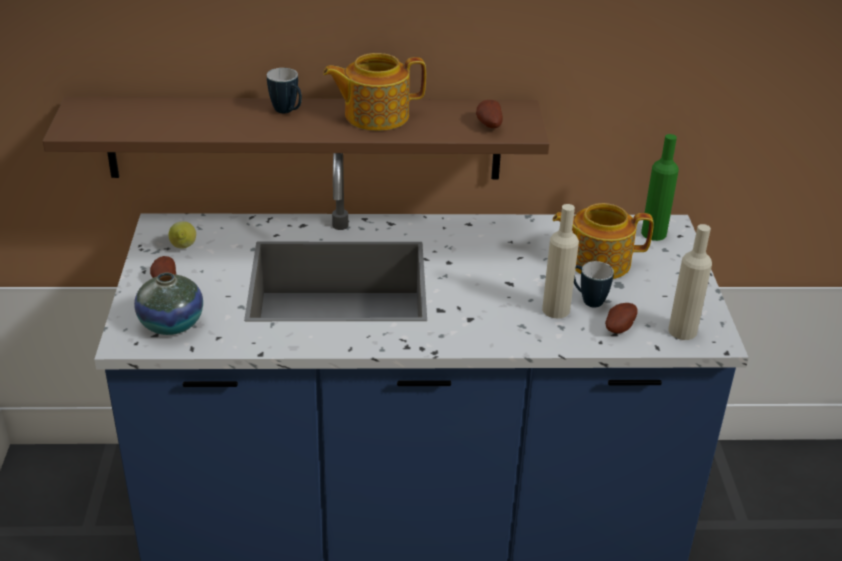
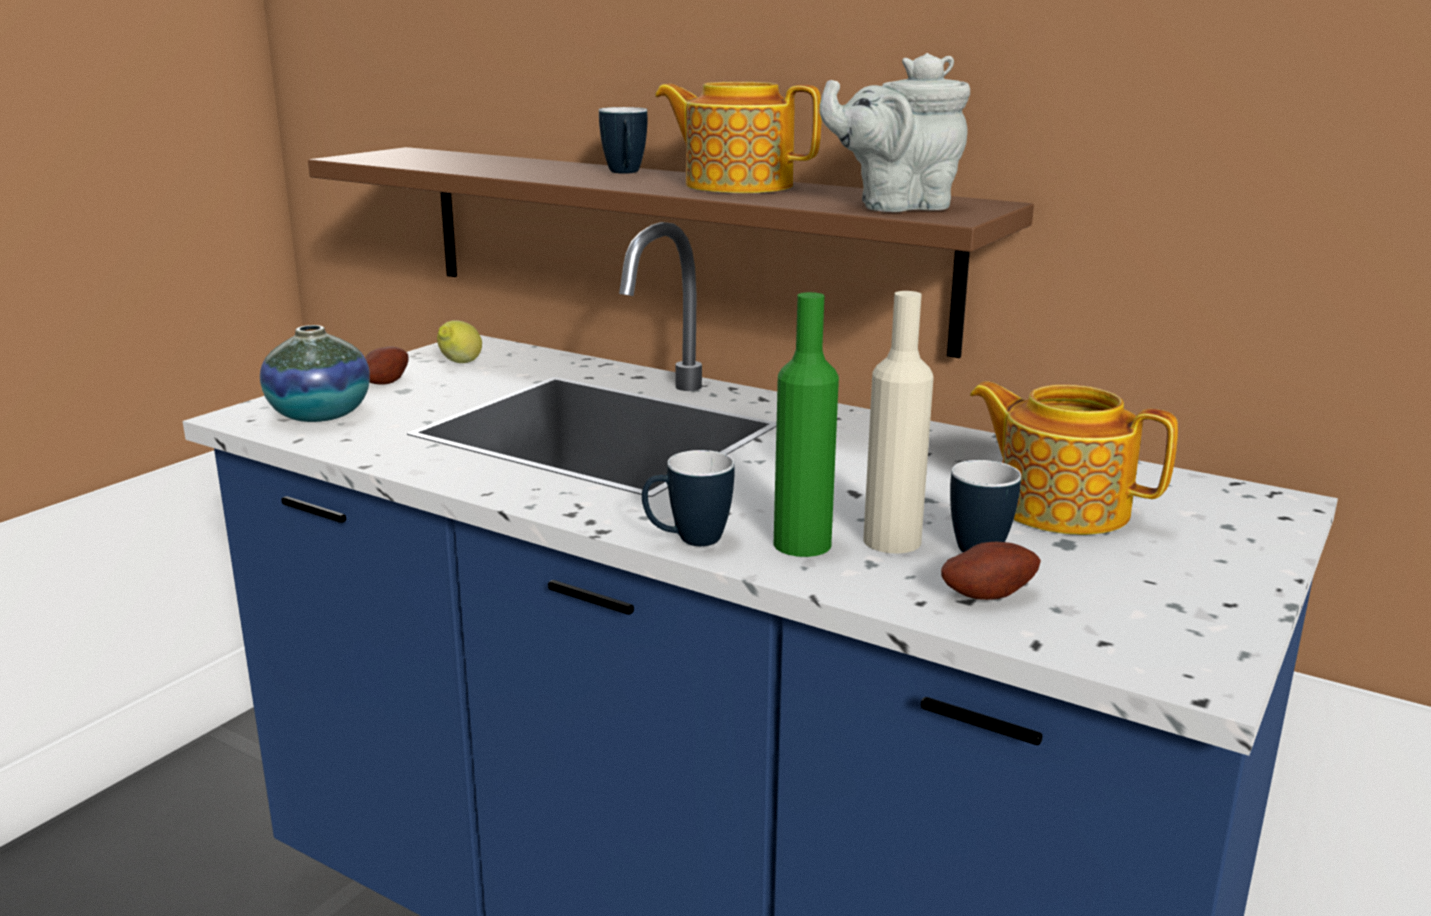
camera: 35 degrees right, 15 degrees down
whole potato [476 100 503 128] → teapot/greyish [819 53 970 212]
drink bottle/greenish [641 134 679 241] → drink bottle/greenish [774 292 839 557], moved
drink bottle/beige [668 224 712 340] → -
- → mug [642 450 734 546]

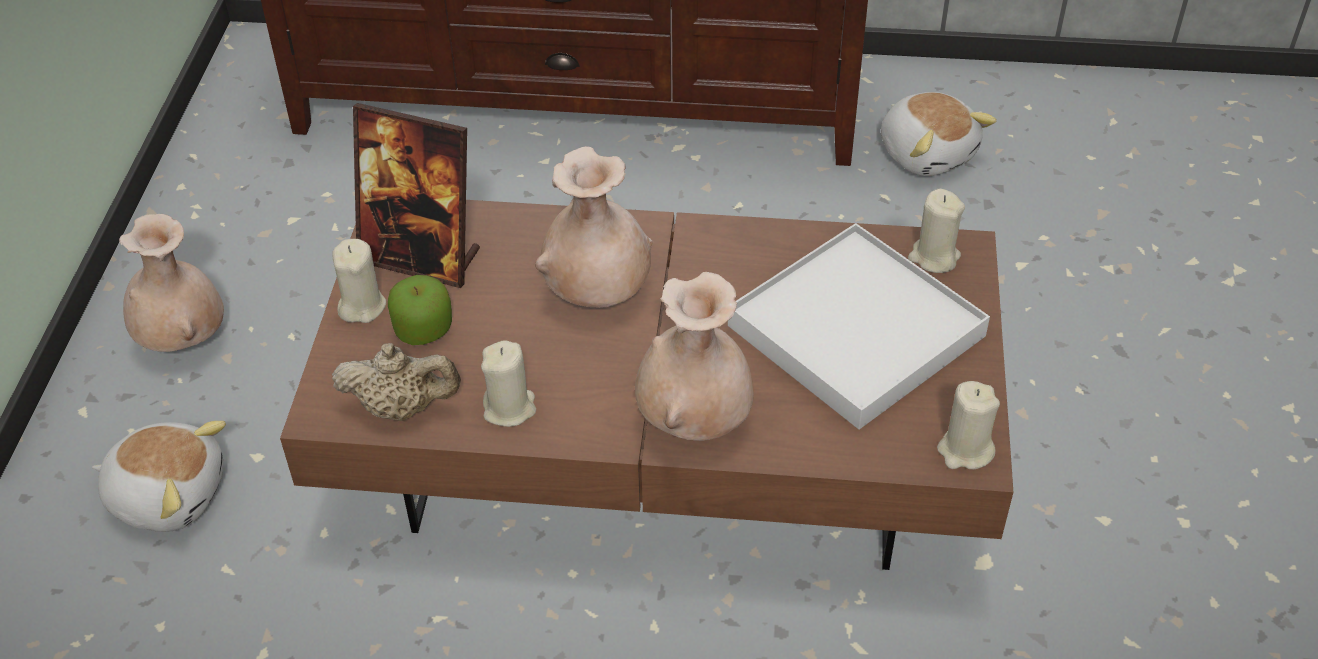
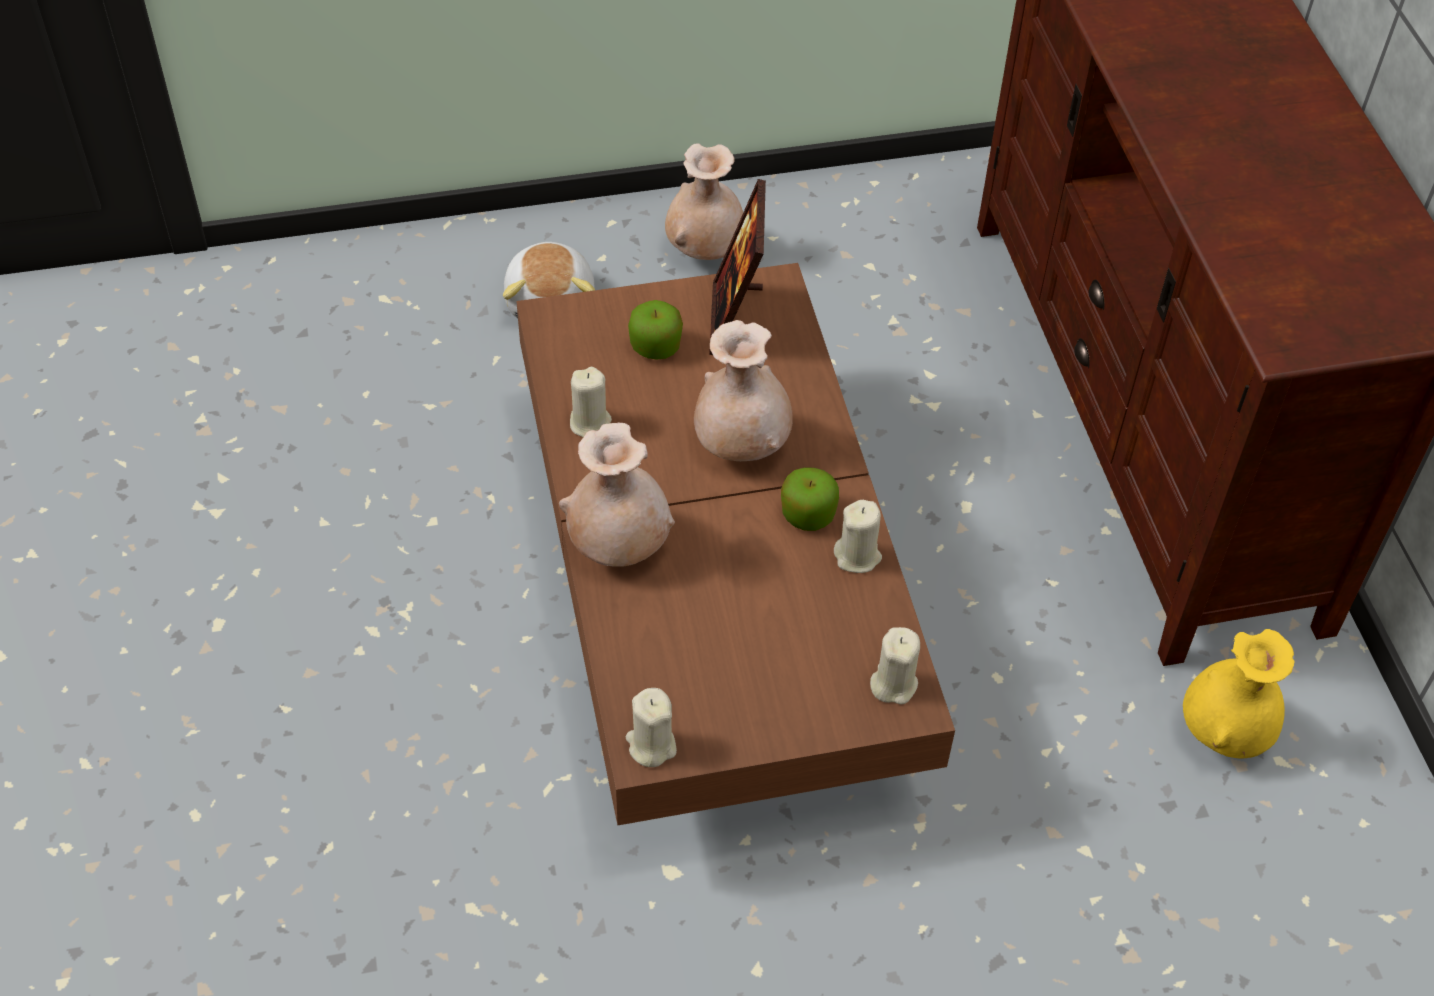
camera: 70 degrees right, 5 degrees up
soft toy [881 92 997 176] → flower vase/yellow [1183 629 1295 759]
tray/white-coloured [728 223 990 429] → -
wax candle/beige [333 239 386 323] → wax candle/beige [834 500 882 573], moved
teapot/beige [332 343 461 421] → -
- → apple [781 467 839 531]

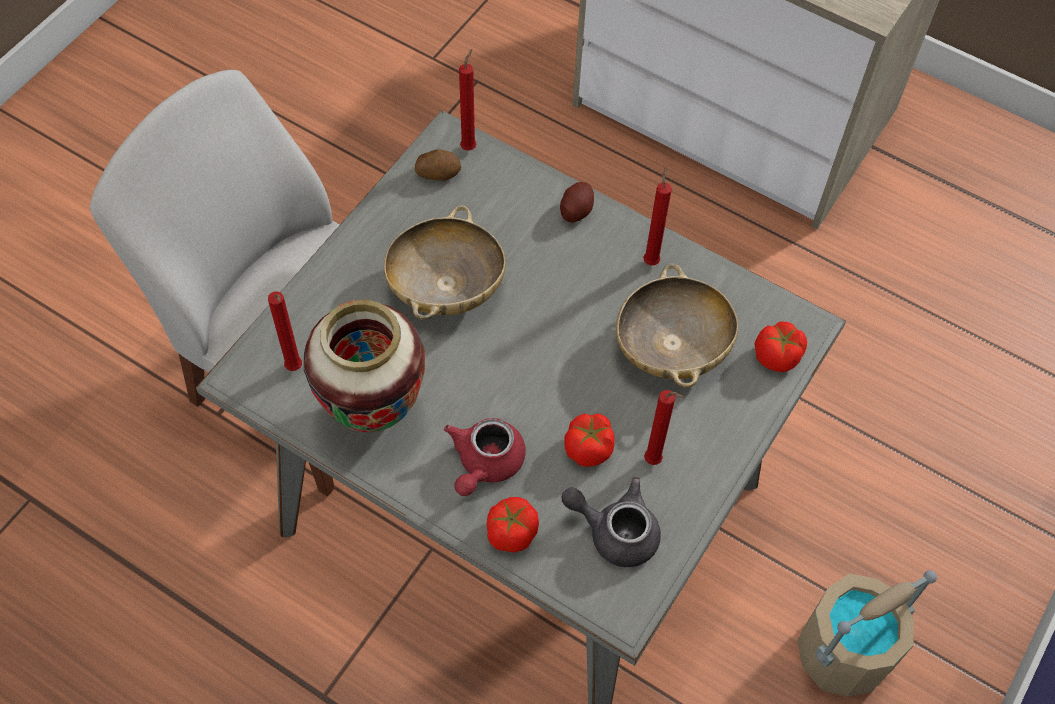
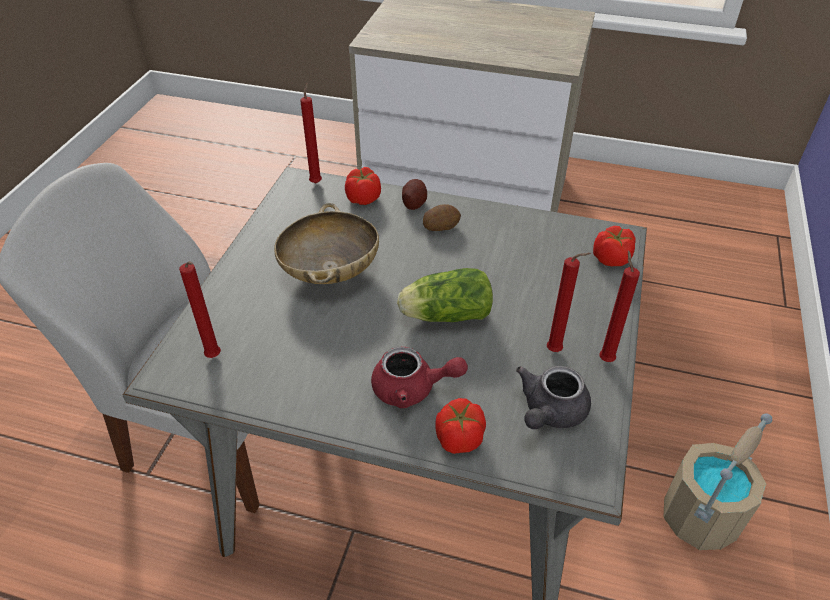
camera: 15 degrees left, 15 degrees down
whole potato [415 150 461 181] → whole potato [423 204 461 231], moved
wax candle/red [643 167 672 265] → wax candle/red [599 250 640 362], moved
deep dish/beige [616 264 739 388] → -
flower vase [304 299 425 432] → -
tomato [564 413 615 467] → tomato [345 167 381 205], moved
teapot/red [444 418 526 496] → teapot/red [371 347 468 408], 90 degrees counterclockwise
teapot/greyish [562 477 661 567] → teapot/greyish [516 366 591 429], 60 degrees counterclockwise
- → lettuce head [397 268 493 322]

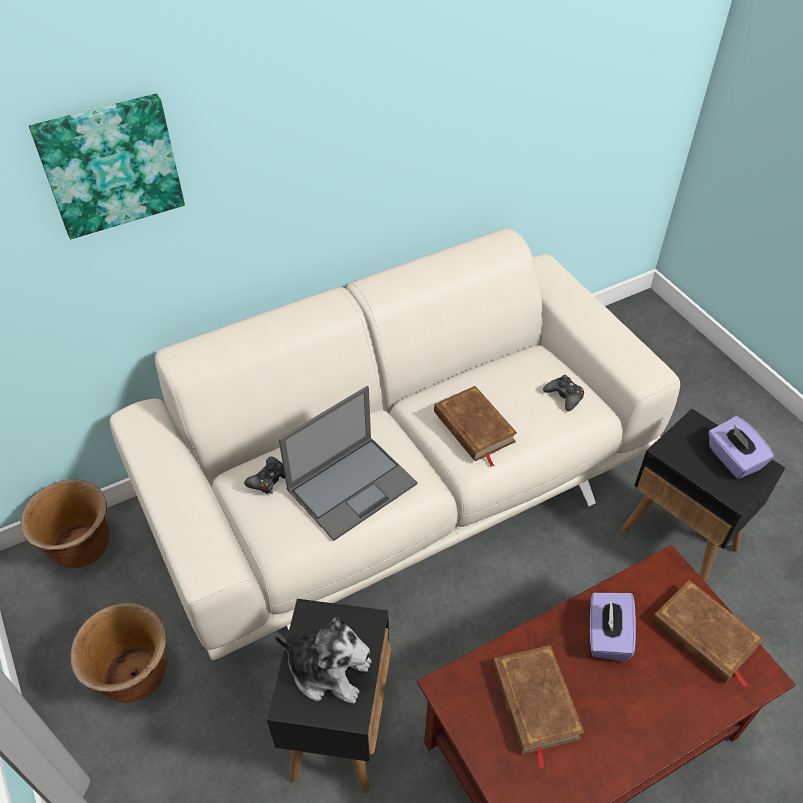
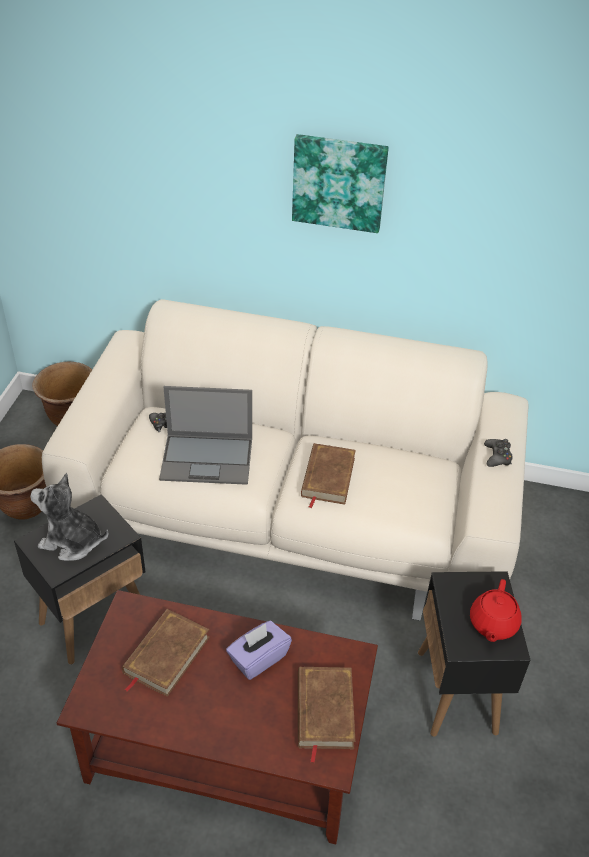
camera: 40 degrees right, 5 degrees down
picture [29 94 185 239] → picture [292 134 389 233], moved
joypad/blackish [543 375 584 411] → joypad/blackish [484 439 512 467], moved
box of tissues/purple-coloured [708 416 774 479] → teapot/red [470 579 521 642]
soft toy [274 617 371 704] → soft toy [30 473 109 560], 135 degrees clockwise

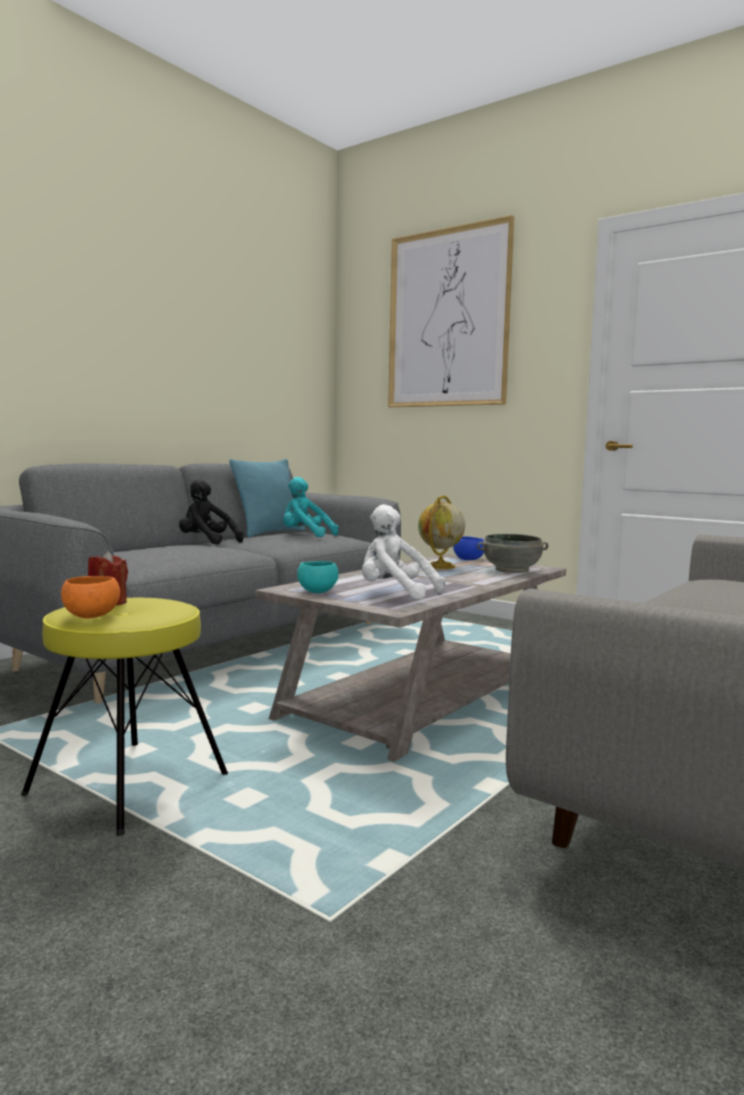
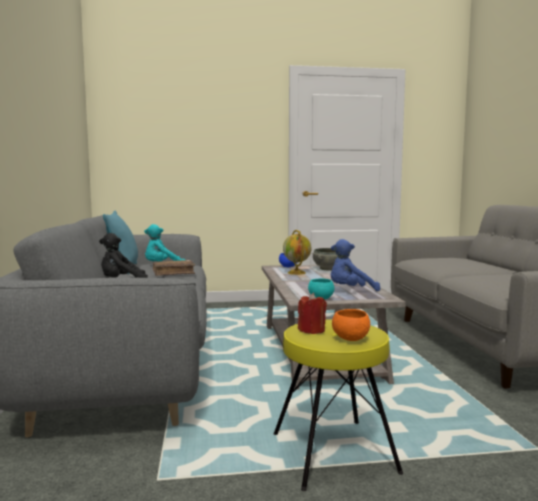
camera: 45 degrees left, 0 degrees up
picture [388 215 514 407] → -
soft toy/white-coloured [362 504 445 600] → soft toy/blue-coloured [330 239 380 291]
- → volume/brownish [153 260 195 276]

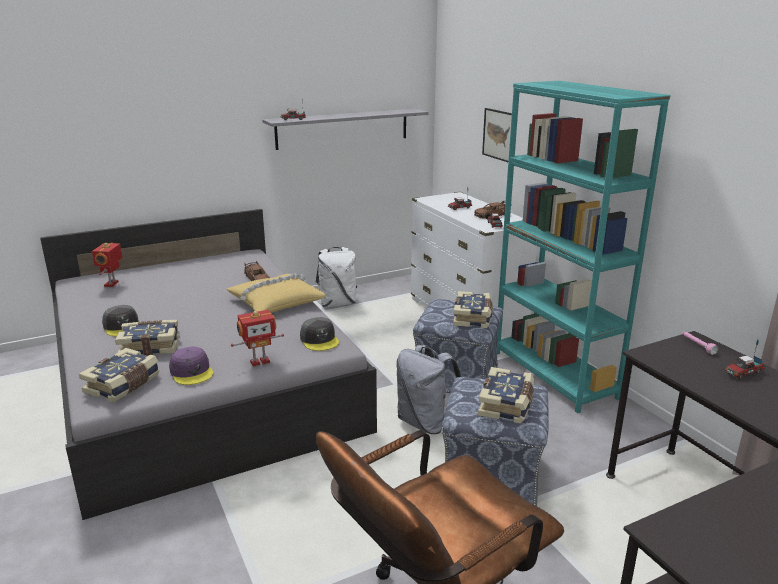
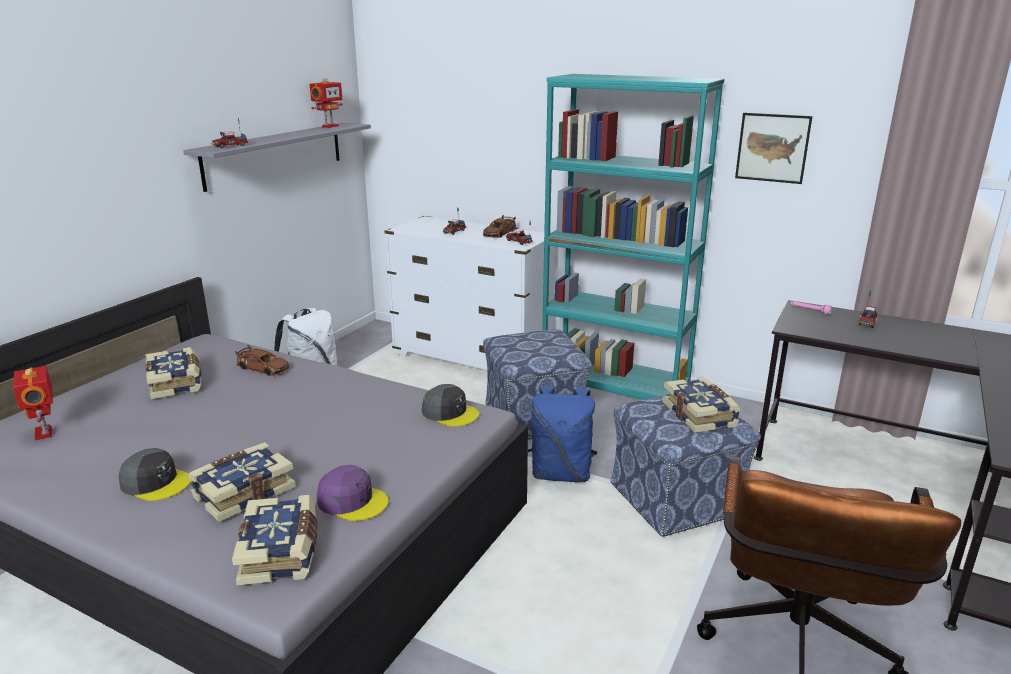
camera: 35 degrees left, 0 degrees up
picture [482 108 512 162] → picture [735 113 813 184], moved
cushion/yellow [226 274 326 313] → -
volume [453 291 493 328] → volume [145 347 202 400], moved
robot figure [231 310 284 367] → robot figure [310 78 343 128], moved
knapsack/greyish [396 345 462 434] → knapsack/blue-coloured [528 385 597 482]

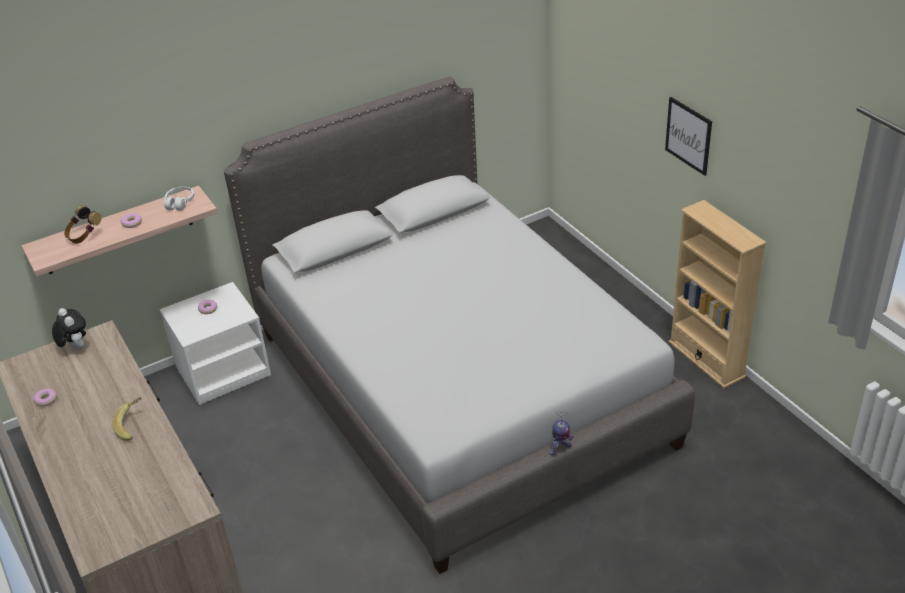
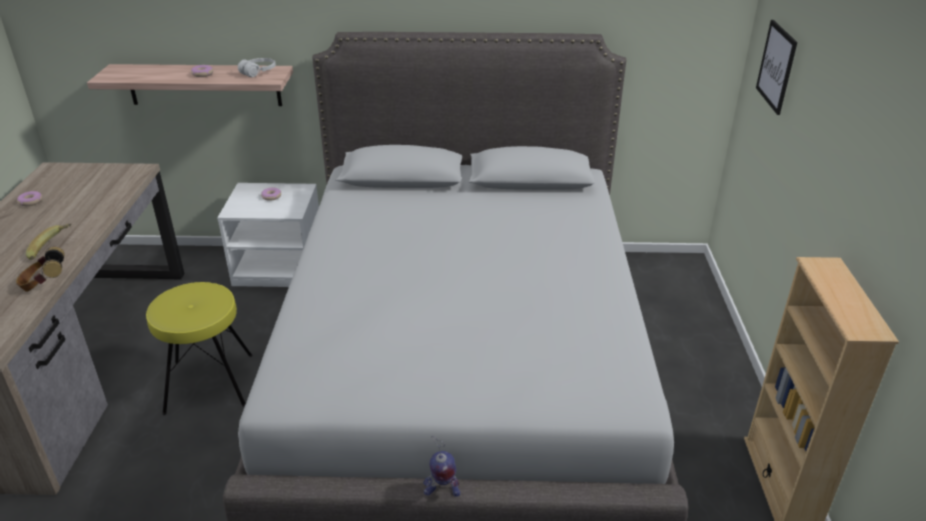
camera: 30 degrees right, 5 degrees down
picture [665 97 712 176] → picture [756 20 797 115], moved
headphones [64 205 102 244] → headphones [16 247 64 292], moved
soft toy [52 308 86 350] → -
- → stool/yellow [146 282 252 415]

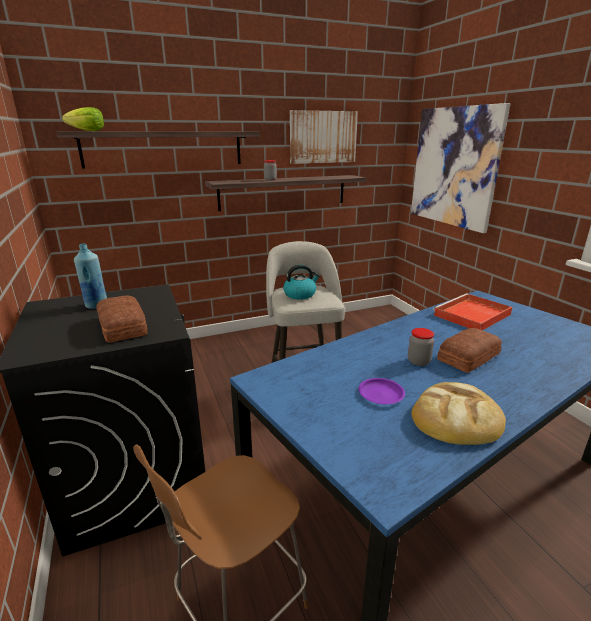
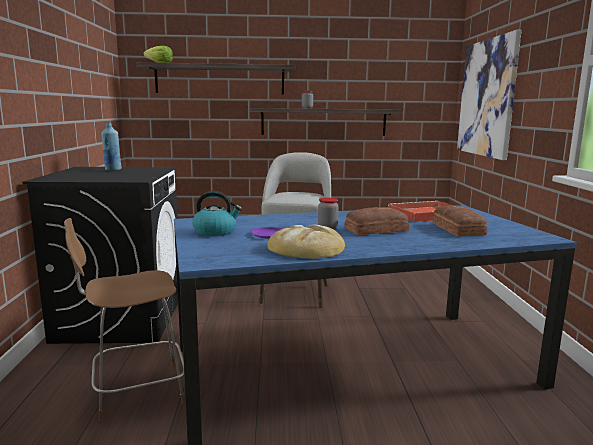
camera: 20 degrees right, 10 degrees down
picture [290 110 358 164] → -
kettle [283 265 320 300] → kettle [192 191 242 236], moved
bread [96 296 148 343] → bread [432 206 487 236], moved

